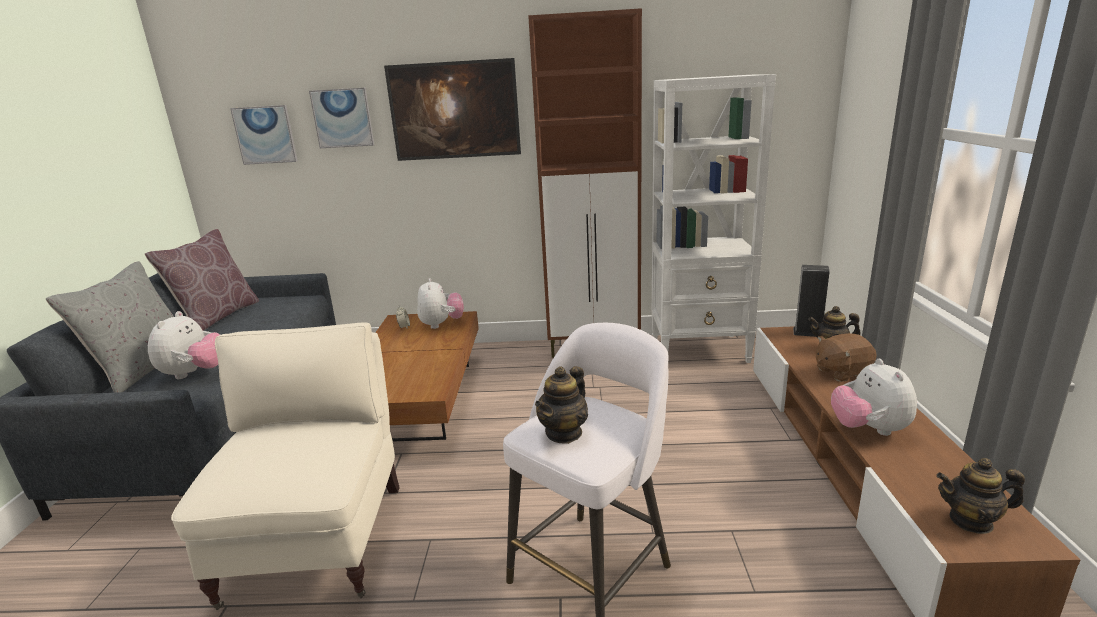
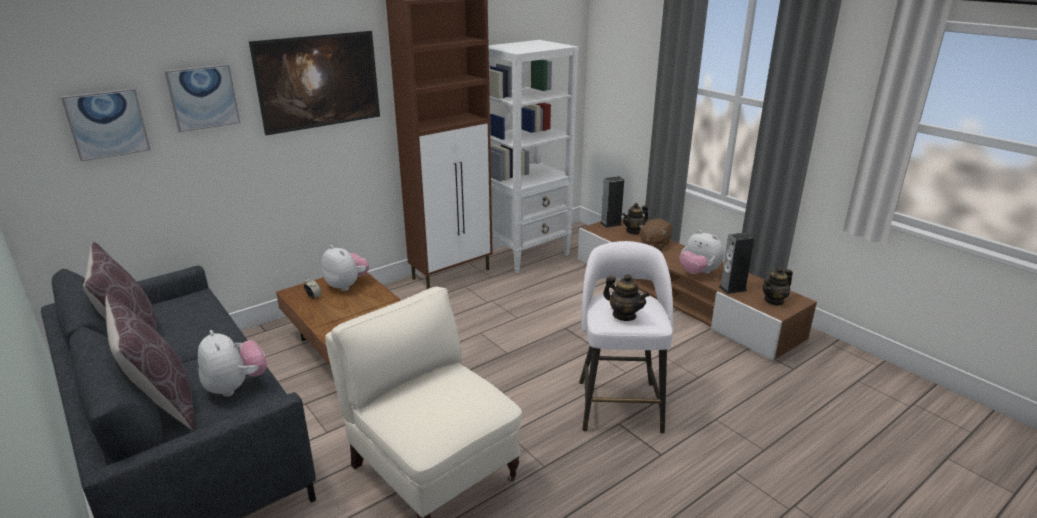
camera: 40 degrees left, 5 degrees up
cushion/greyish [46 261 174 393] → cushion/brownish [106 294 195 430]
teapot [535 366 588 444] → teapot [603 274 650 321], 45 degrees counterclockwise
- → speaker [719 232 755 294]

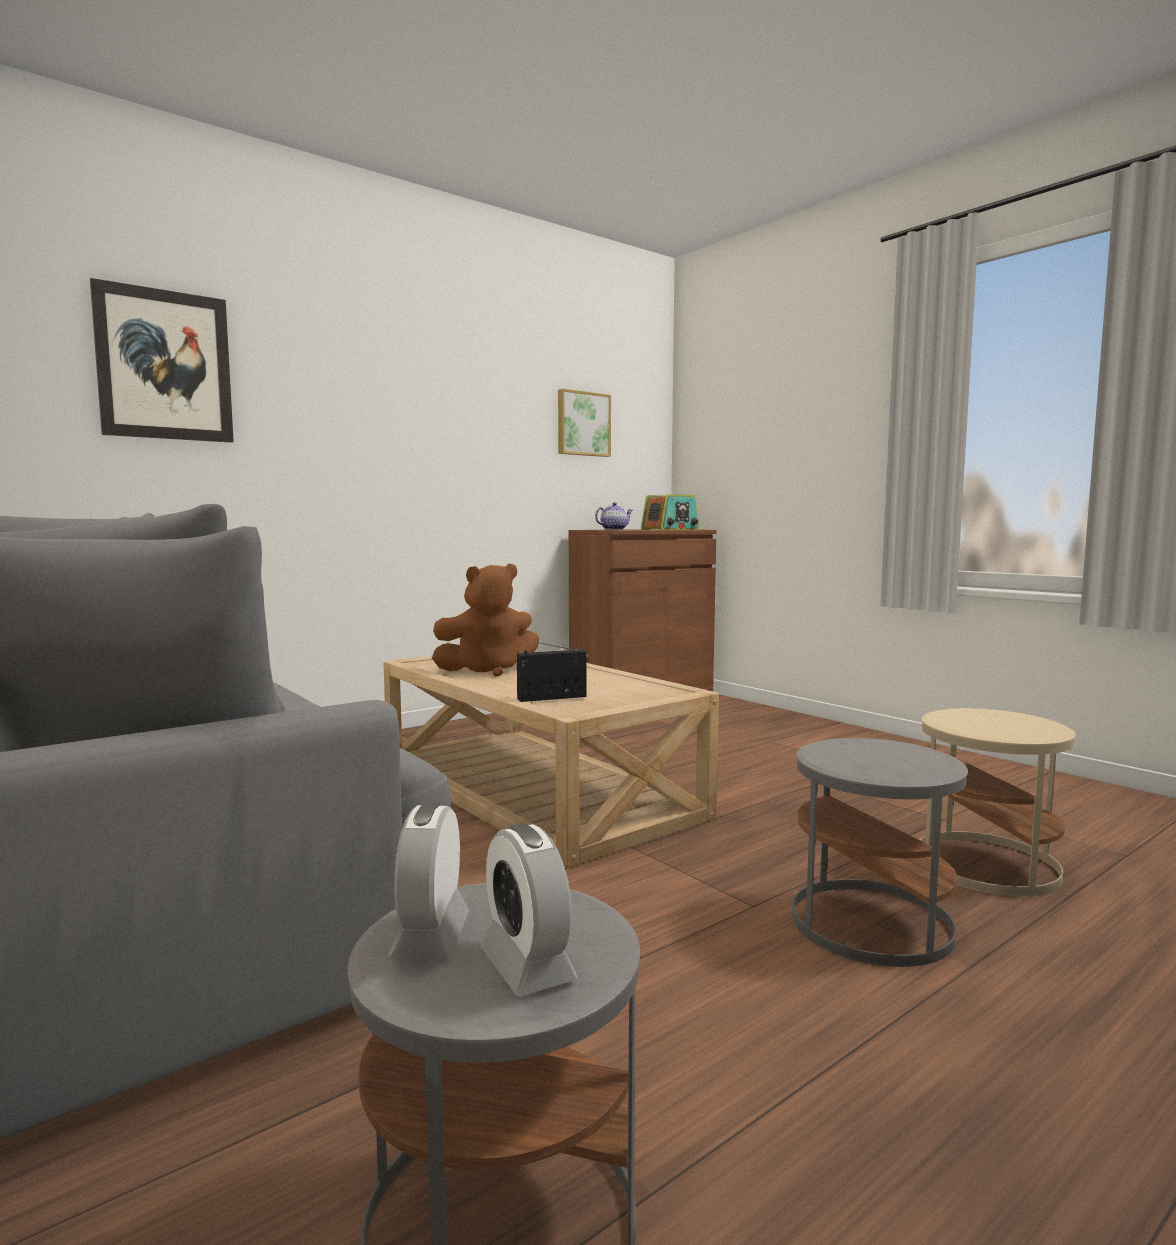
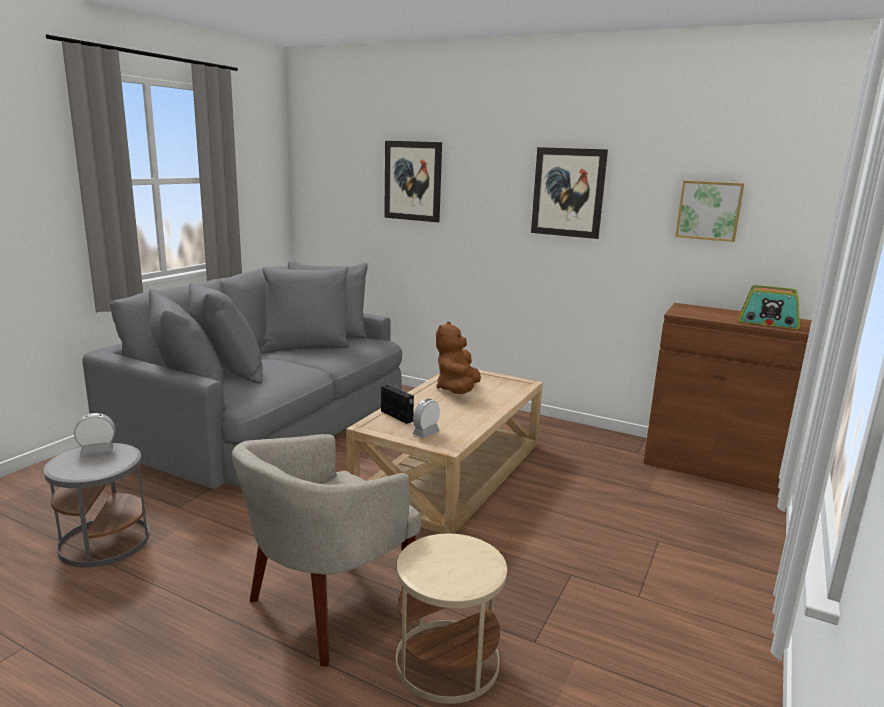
camera: 65 degrees right, 10 degrees up
teapot [595 502 632 530] → -
soft toy/brownish [432 564 539 677] → soft toy/brownish [436 322 481 394], 60 degrees clockwise
end table/greyish [792 738 968 967] → armchair/beige [232 434 421 667]
table clock [480 824 578 996] → table clock [412 399 440 438], moved
- → picture [531 147 608 239]

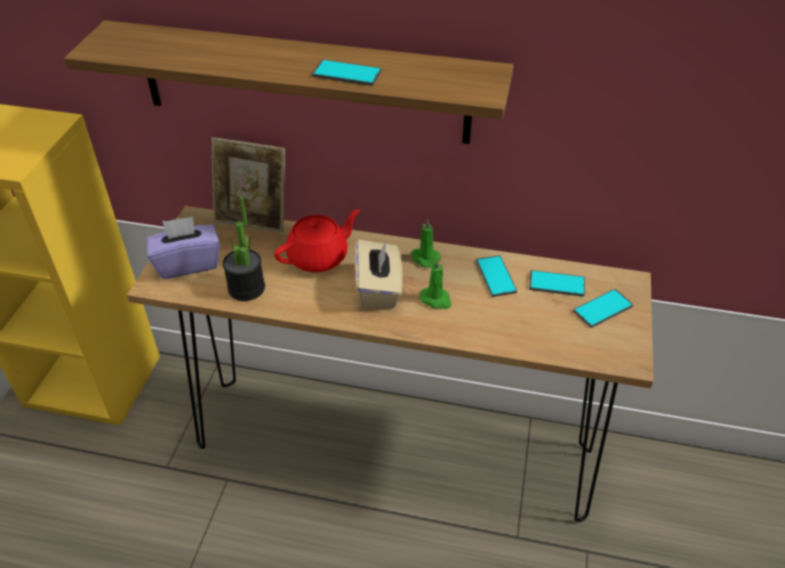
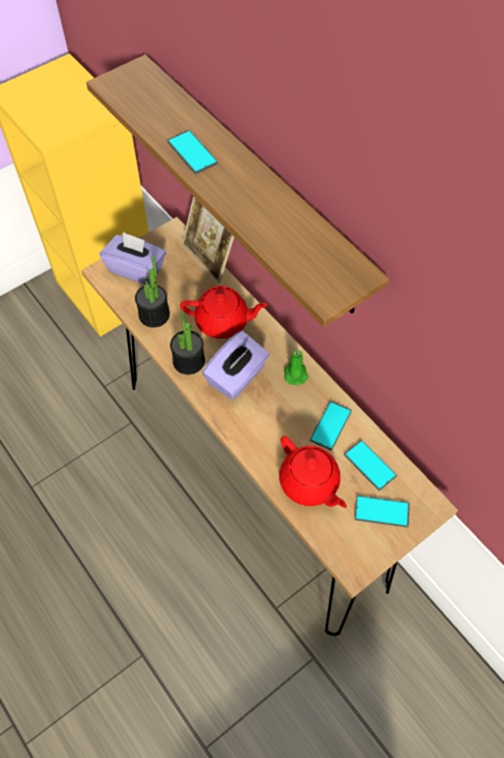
camera: 40 degrees right, 15 degrees up
telephone [312 59 381 86] → telephone [167 130 218 174], moved
box of tissues/beige [355 239 403 309] → box of tissues/purple-coloured [202 331 270 400]
wax candle/greenish [420 259 451 309] → -
- → plant in a pot [170 312 205 375]
- → teapot/red [279 436 347 508]

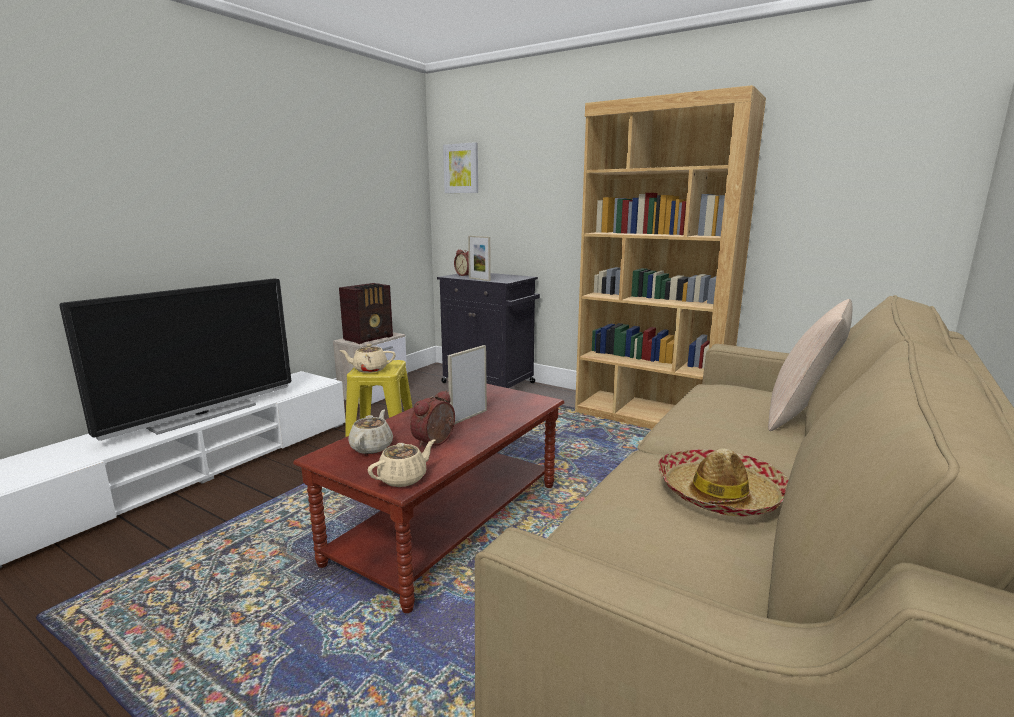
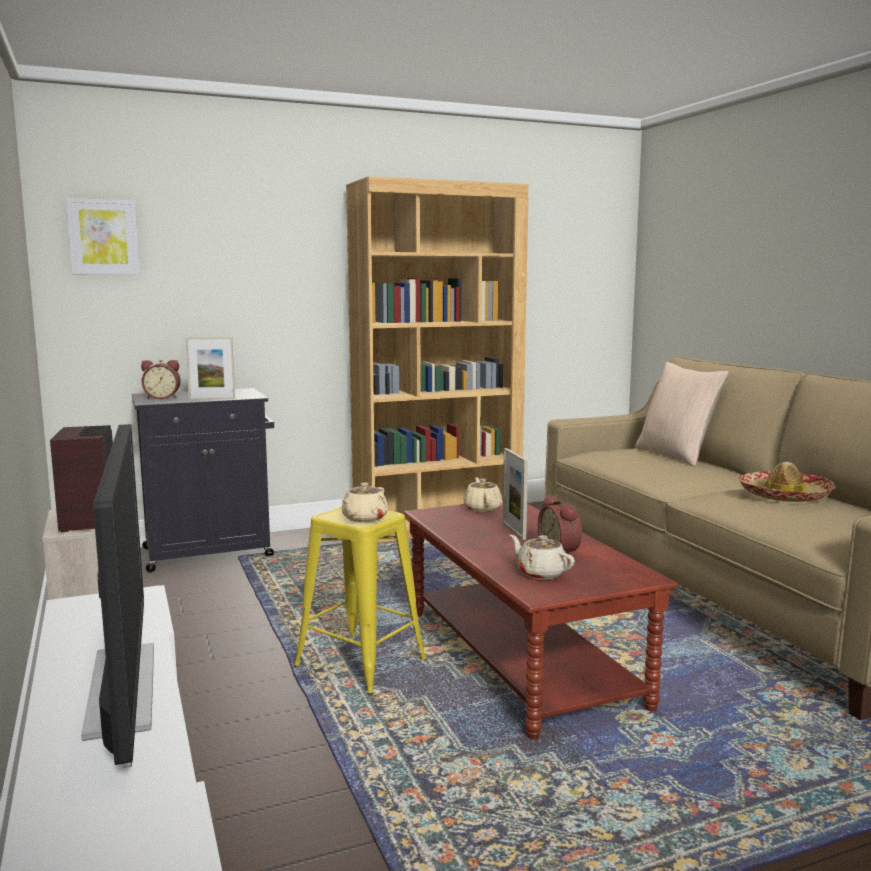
camera: 55 degrees left, 5 degrees down
teapot/beige [368 439 436 487] → teapot/beige [464 477 502 512], moved

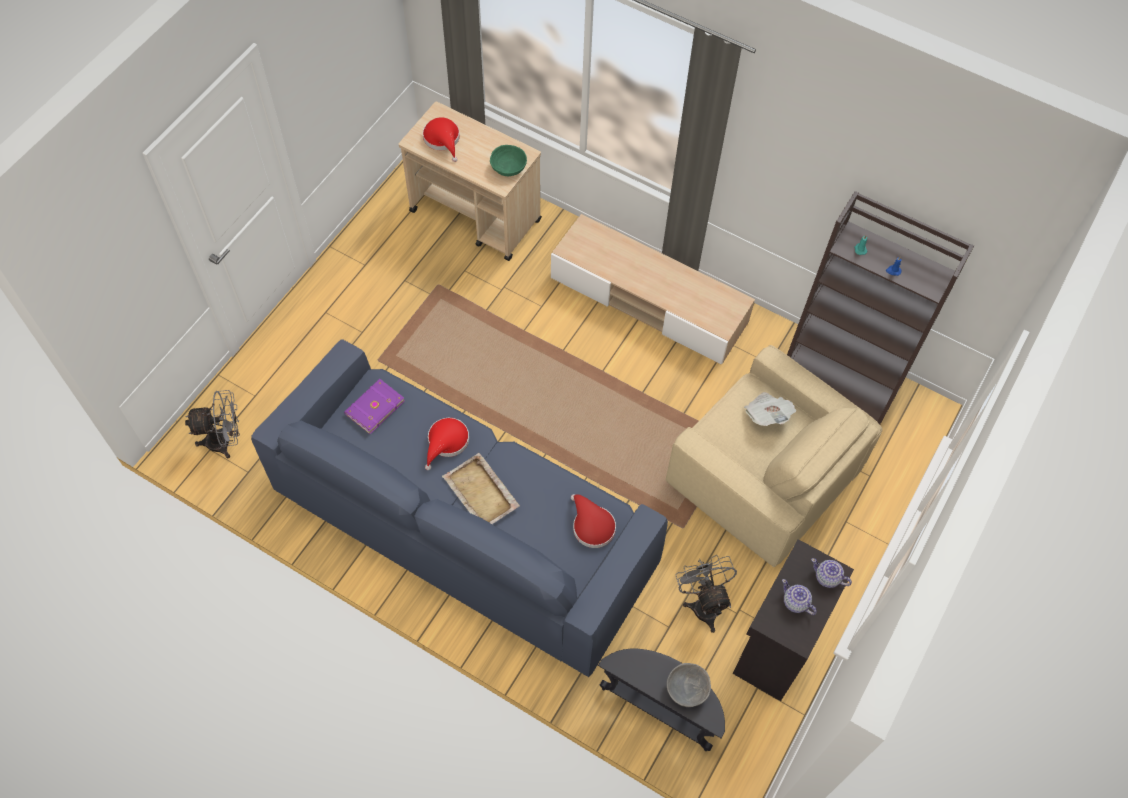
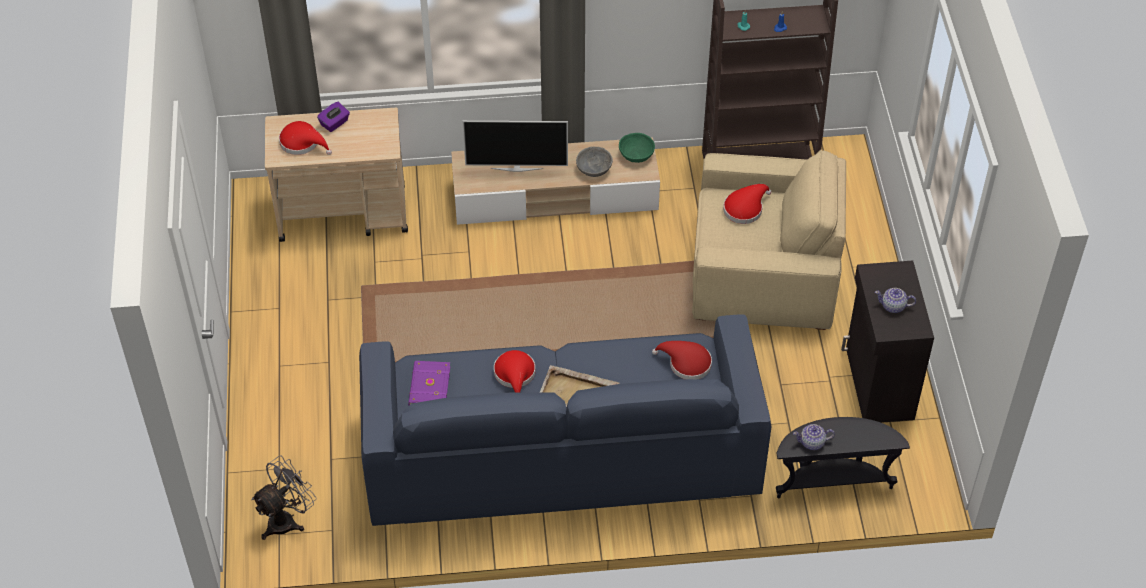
camera: 35 degrees left, 10 degrees down
deep dish/greenish [490 145 527 176] → deep dish/greenish [619 133 655 163], moved
printed paper [744 392 796 426] → hat/red [723 184 772 224]
electric fan/greyish [676 555 737 633] → -
teapot [811 558 852 588] → teapot [793 424 835 450], moved
deep dish/greyish [667 663 711 707] → deep dish/greyish [576 147 613 177], moved
- → box of tissues/purple-coloured [317 102 350 132]
- → television [462 121 568 172]

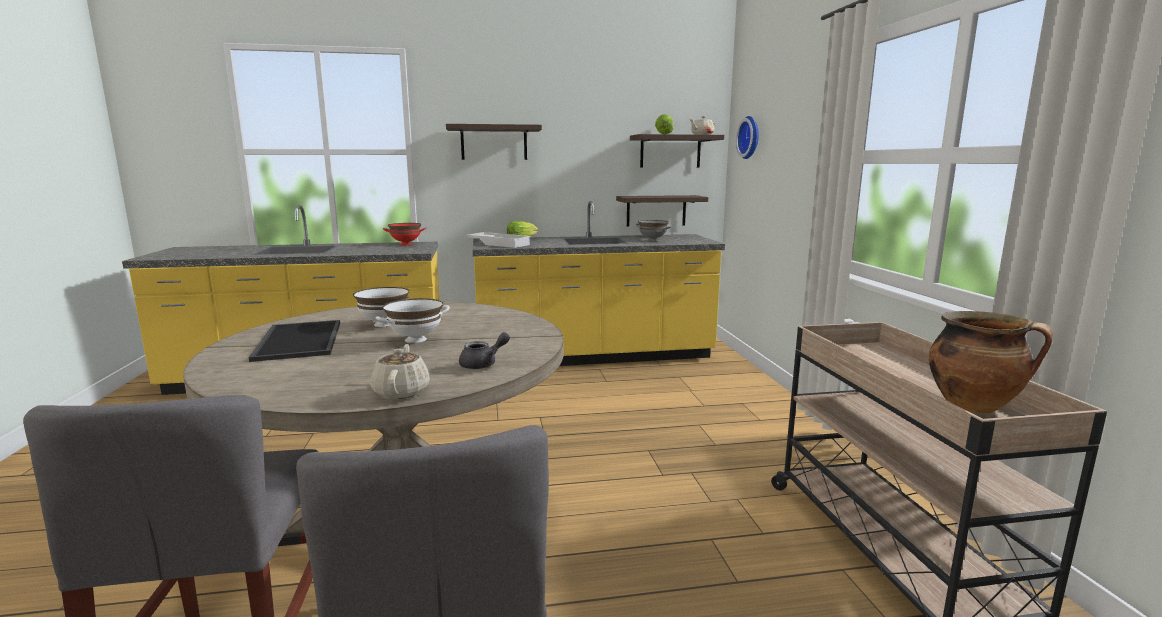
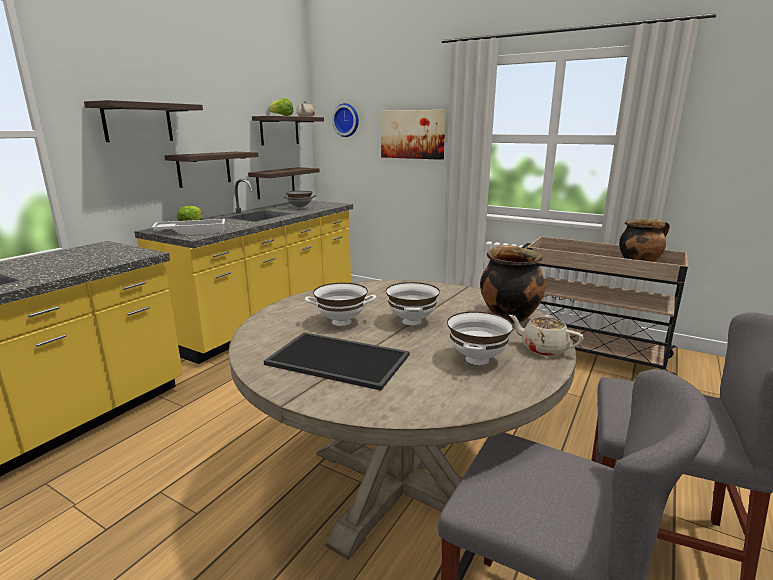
camera: 50 degrees left, 5 degrees up
deep dish/red [383 223 427 245] → -
teapot/greyish [459 332 510 369] → cooking pot [480 245 545 324]
- → picture [381 110 446 160]
- → shelf [164 152 258 188]
- → deep dish/white-coloured [447 311 513 365]

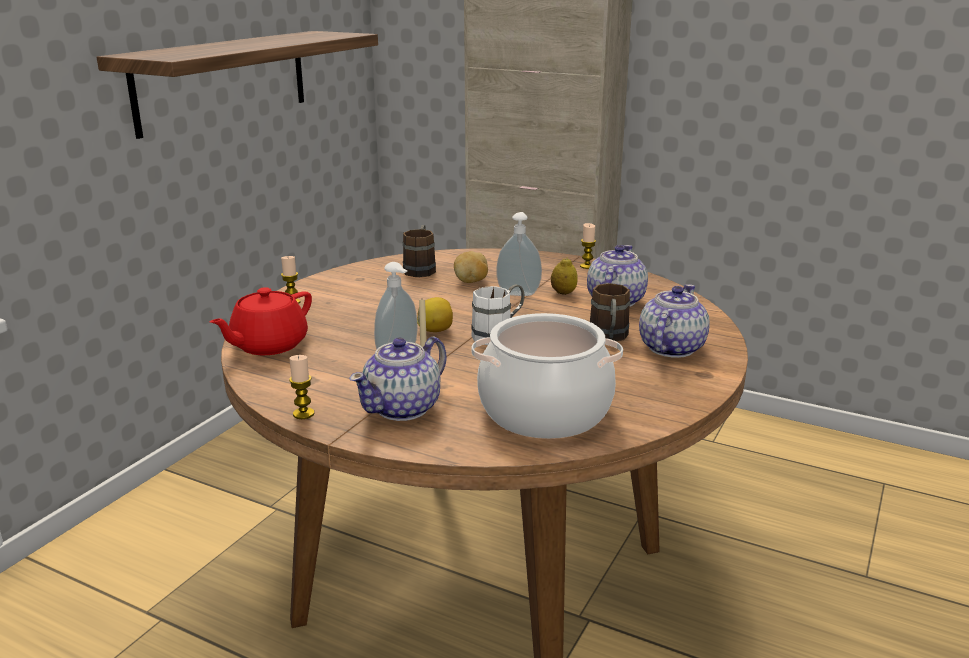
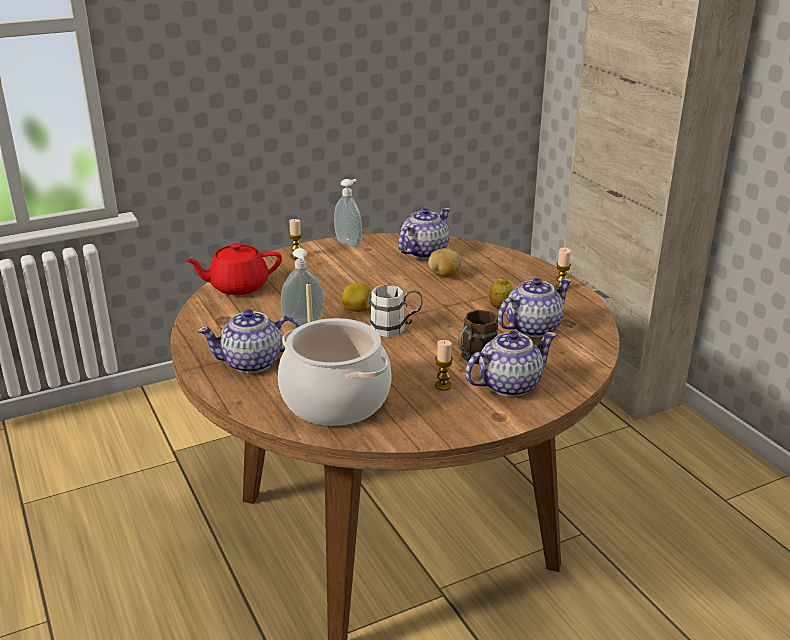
camera: 35 degrees right, 5 degrees up
shelf [97 31 378 139] → -
soap bottle [496 212 542 296] → soap bottle [334 179 362 247], moved
mug/brownish [403 225 436 277] → teapot [398 208 450 259]
wax candle [289 355 314 419] → wax candle [435 340 453 391], moved

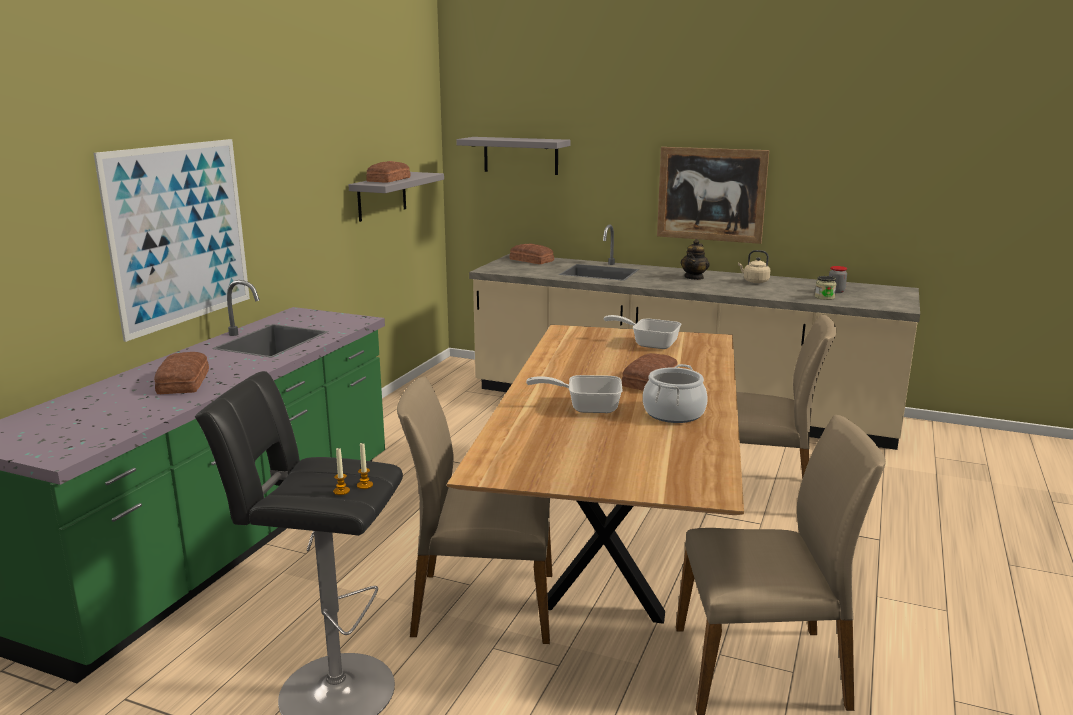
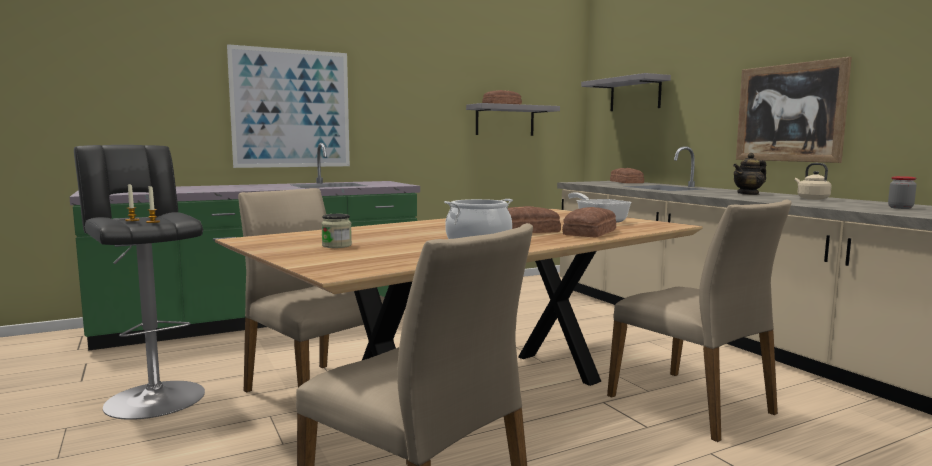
camera: 40 degrees right, 10 degrees down
jar [815 276 836 300] → jar [321 214 352 248], moved
bread [154 352 209 394] → bread [562 207 616 238], moved
frying pan [526 375 623 413] → -

